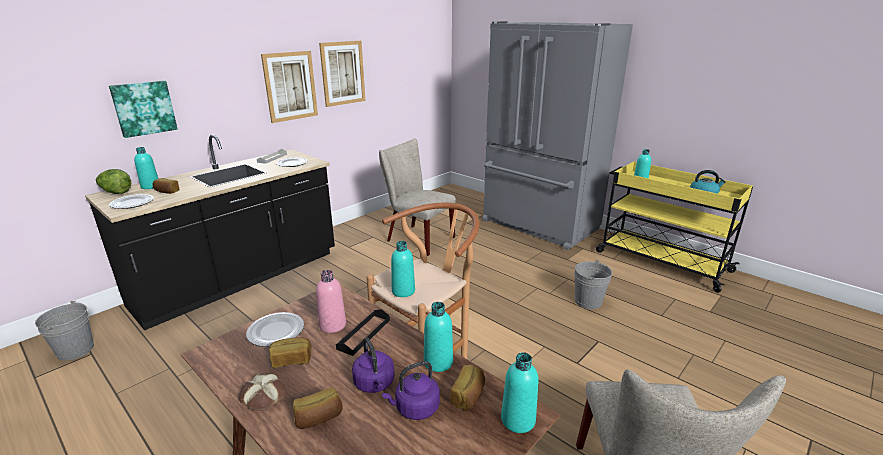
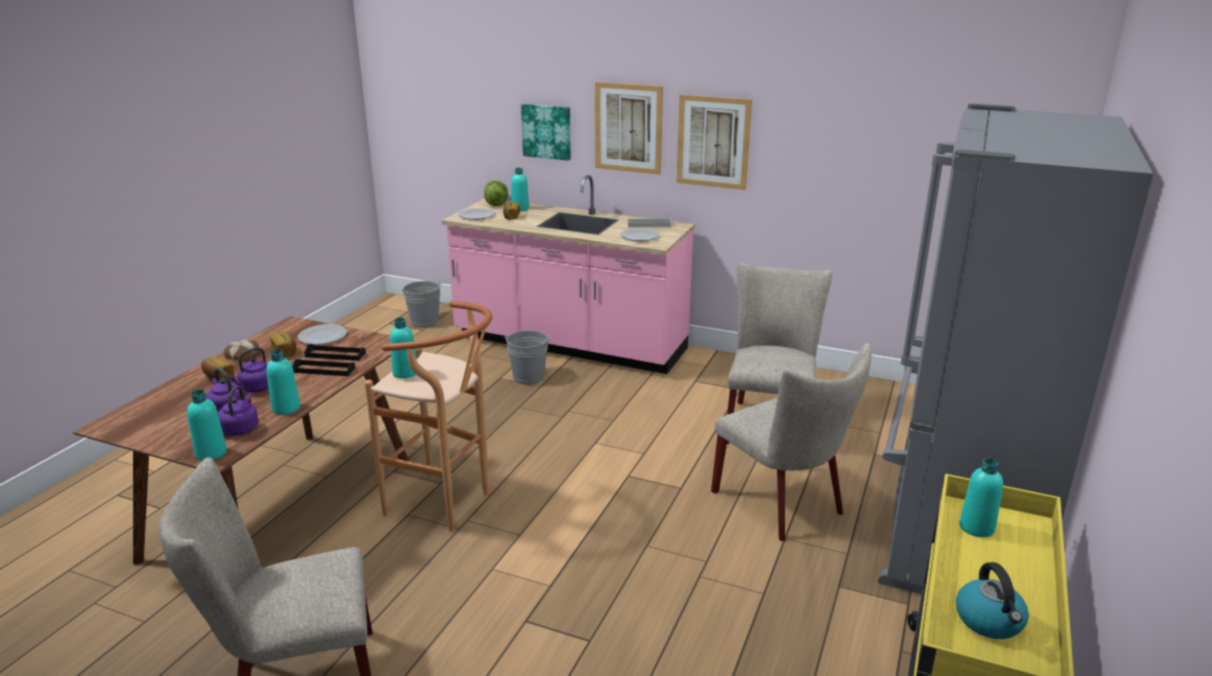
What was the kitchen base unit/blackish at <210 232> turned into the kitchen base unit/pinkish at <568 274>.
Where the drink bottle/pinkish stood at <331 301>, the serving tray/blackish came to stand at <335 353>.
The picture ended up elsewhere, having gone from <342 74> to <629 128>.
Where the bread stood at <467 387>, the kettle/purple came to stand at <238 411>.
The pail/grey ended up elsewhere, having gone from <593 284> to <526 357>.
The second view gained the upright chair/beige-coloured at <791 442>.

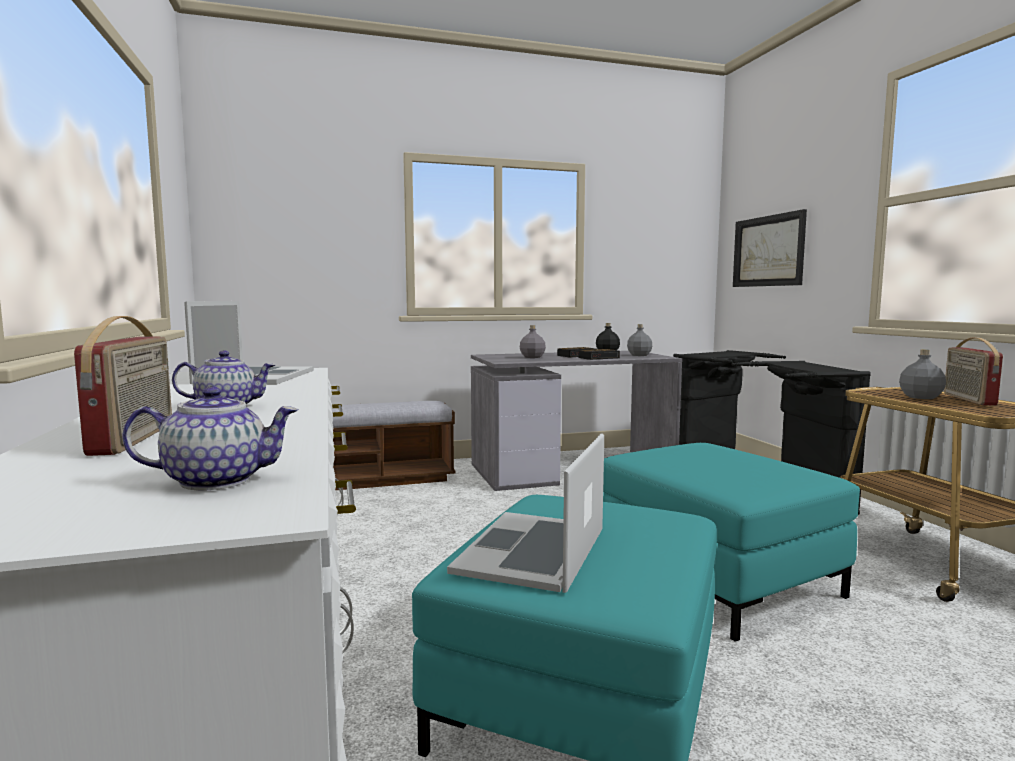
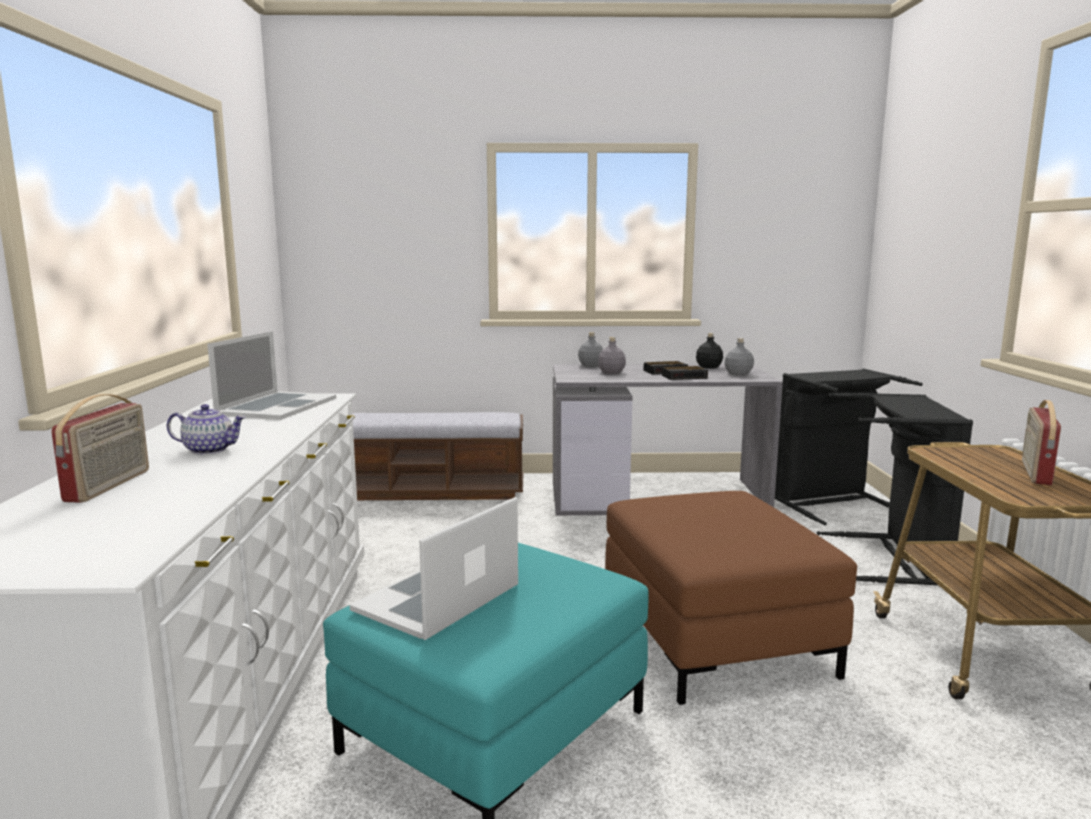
The second view lost the tea pot at <210 438>.
What was the ottoman/turquoise at <731 542> turned into the ottoman/brownish at <731 598>.
The second view lost the picture at <770 248>.
The drink bottle/grey ended up elsewhere, having gone from <922 374> to <590 349>.

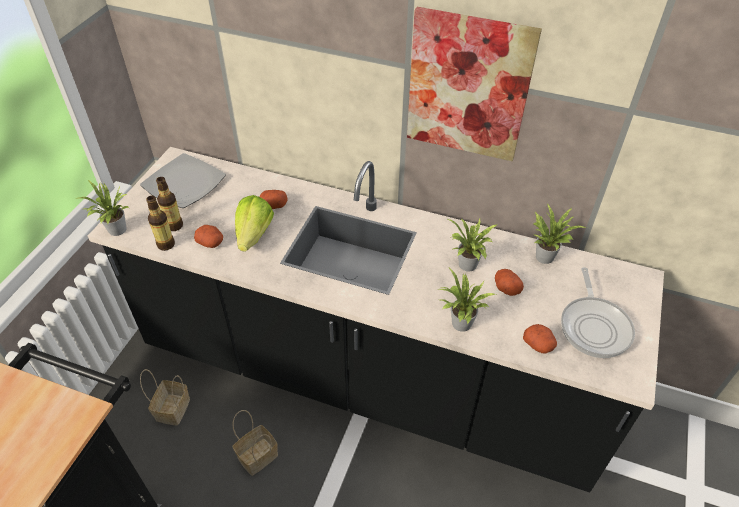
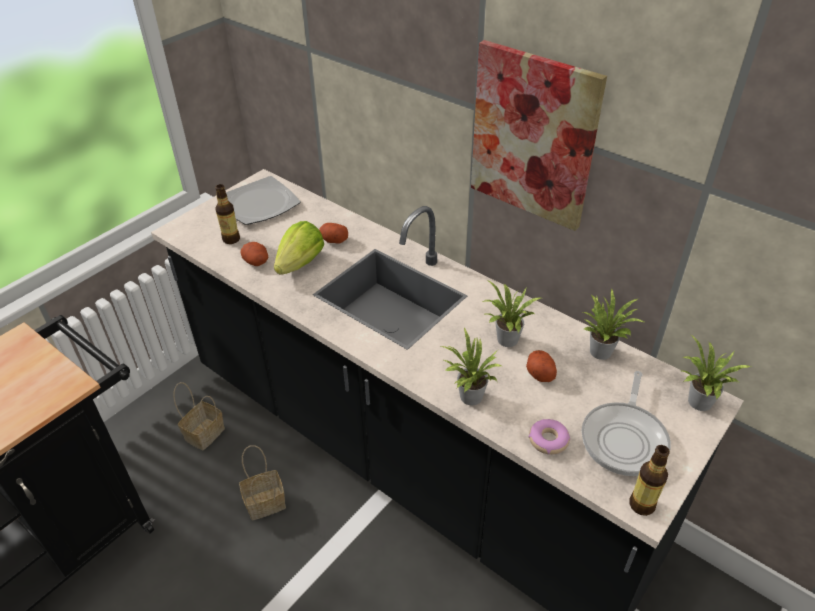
The potted plant ended up elsewhere, having gone from <101 208> to <716 373>.
The drink bottle ended up elsewhere, having gone from <160 223> to <649 480>.
Where the whole potato stood at <540 339>, the ring doughnut came to stand at <549 437>.

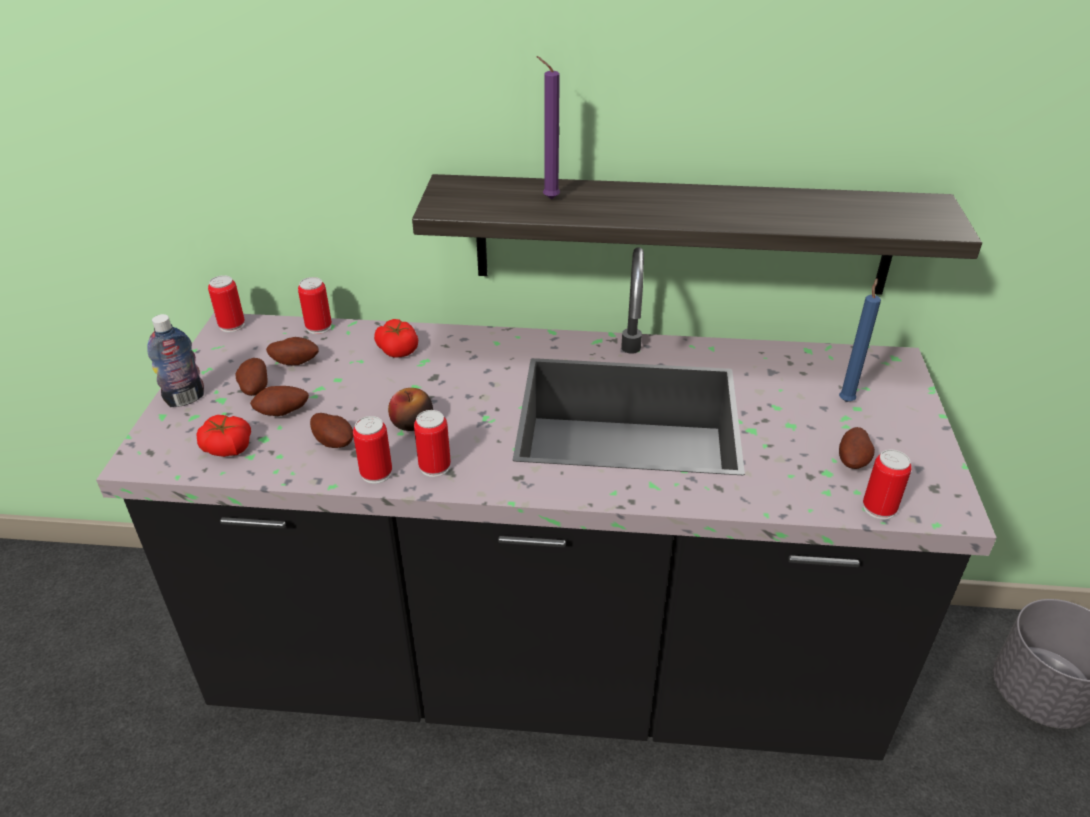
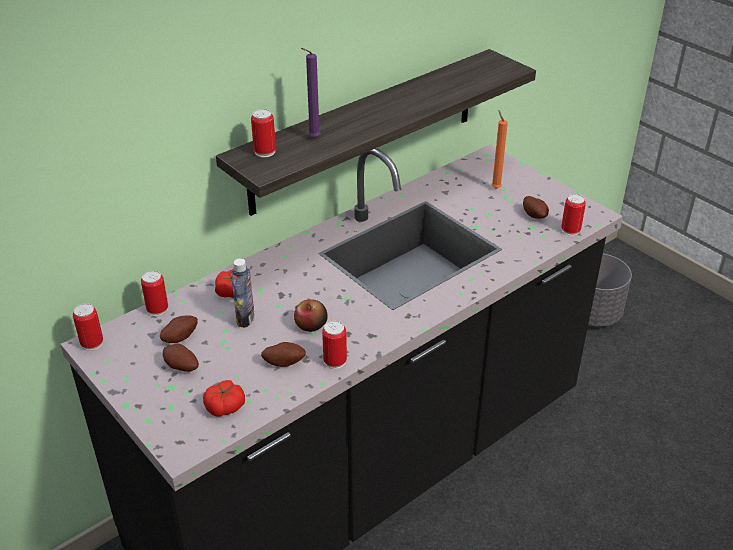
The drink bottle ended up elsewhere, having gone from <175 360> to <243 293>.
The second view lost the whole potato at <279 401>.
The sealed can ended up elsewhere, having gone from <432 443> to <263 133>.
What was the wax candle/blue-coloured at <860 340> turned into the wax candle/orangey at <499 149>.

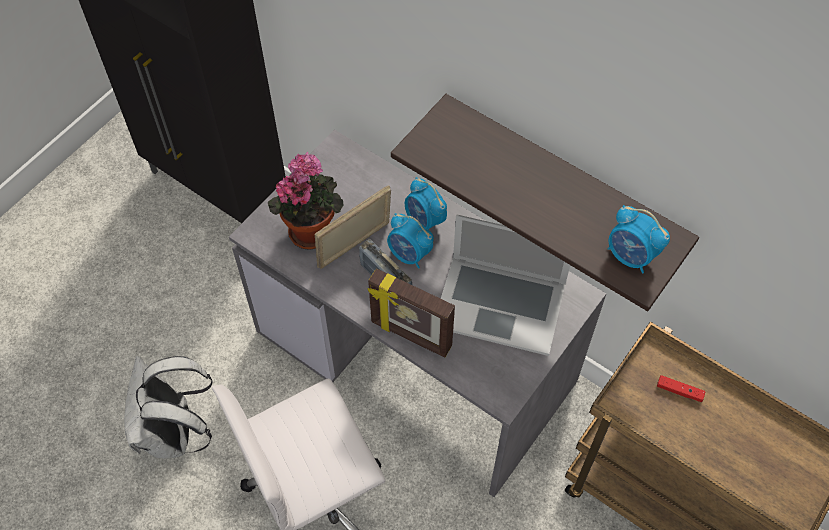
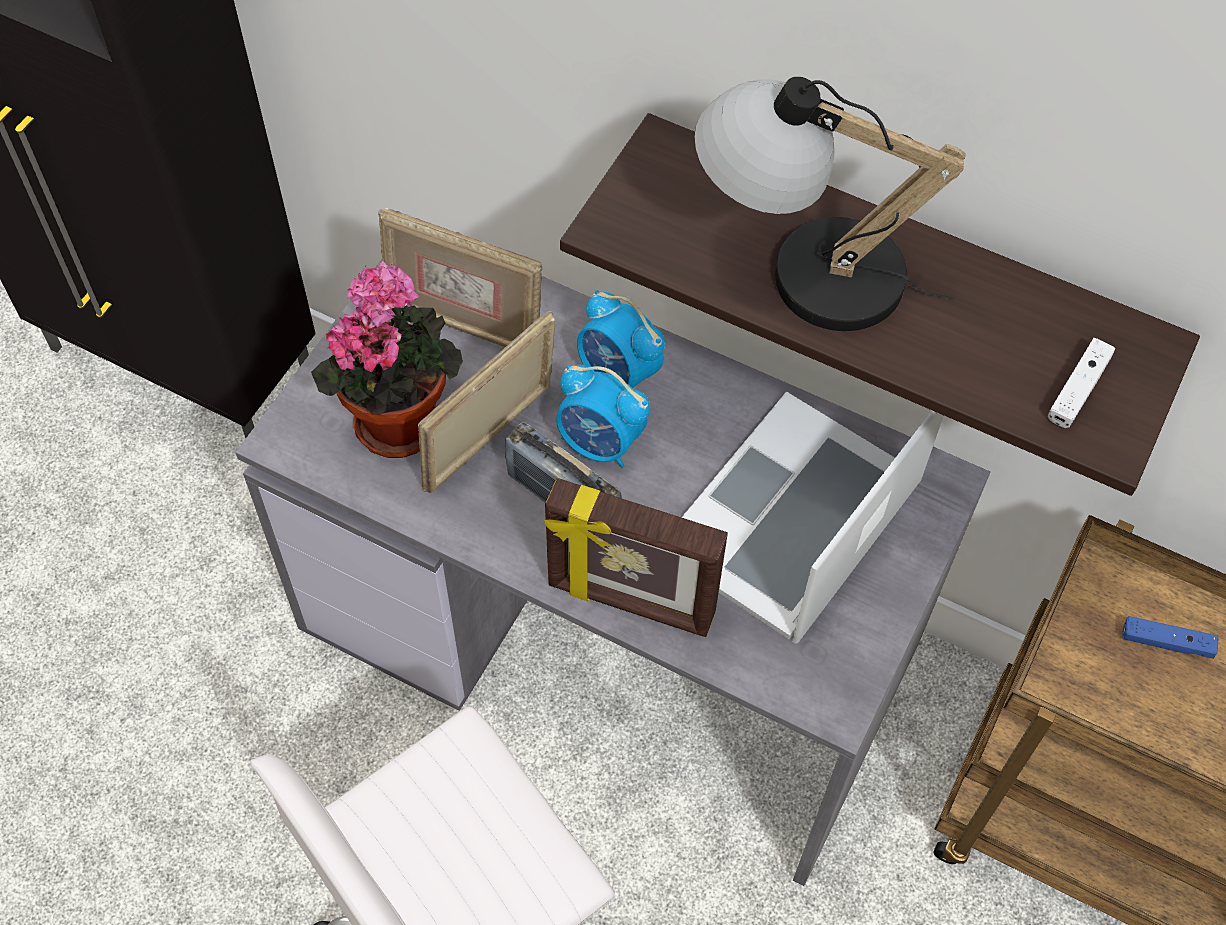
The second view lost the knapsack/white at <168 407>.
The laptop at <505 285> ended up facing another way, 120 degrees clockwise from before.
Where the bedside clock stood at <638 239>, the joypad/white came to stand at <1082 383>.
What was the joypad/reddish at <681 388> turned into the joypad/blue-coloured at <1170 637>.
The second view gained the picture frame at <460 277>.
The second view gained the tabletop lamp at <829 204>.

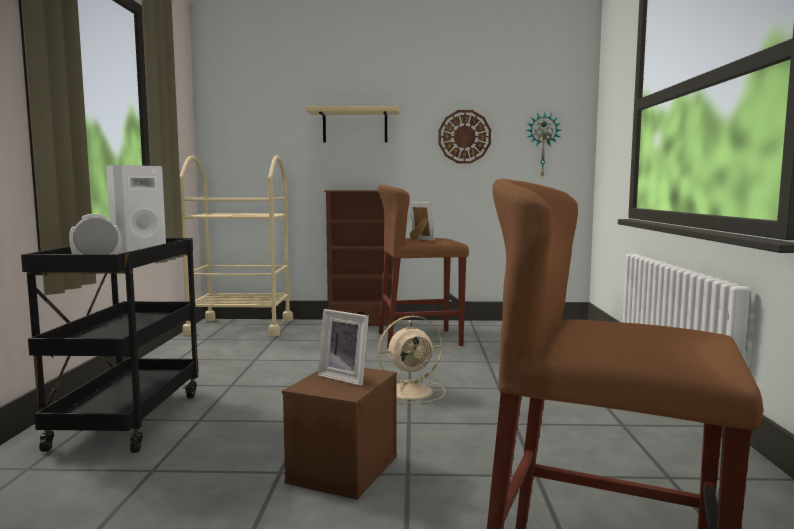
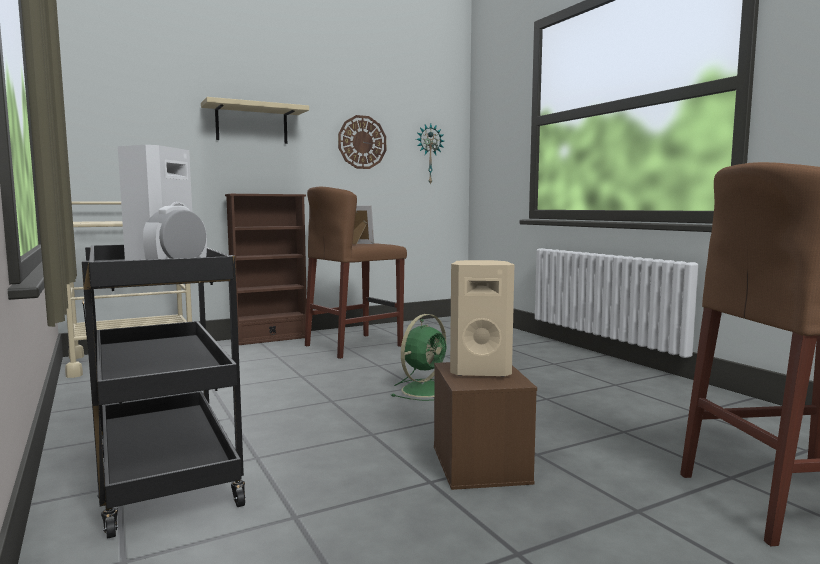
Where the picture frame stood at <343 347>, the audio speaker/beige-coloured came to stand at <482 318>.
What was the electric fan/beige-coloured at <411 359> turned into the electric fan/greenish at <419 357>.

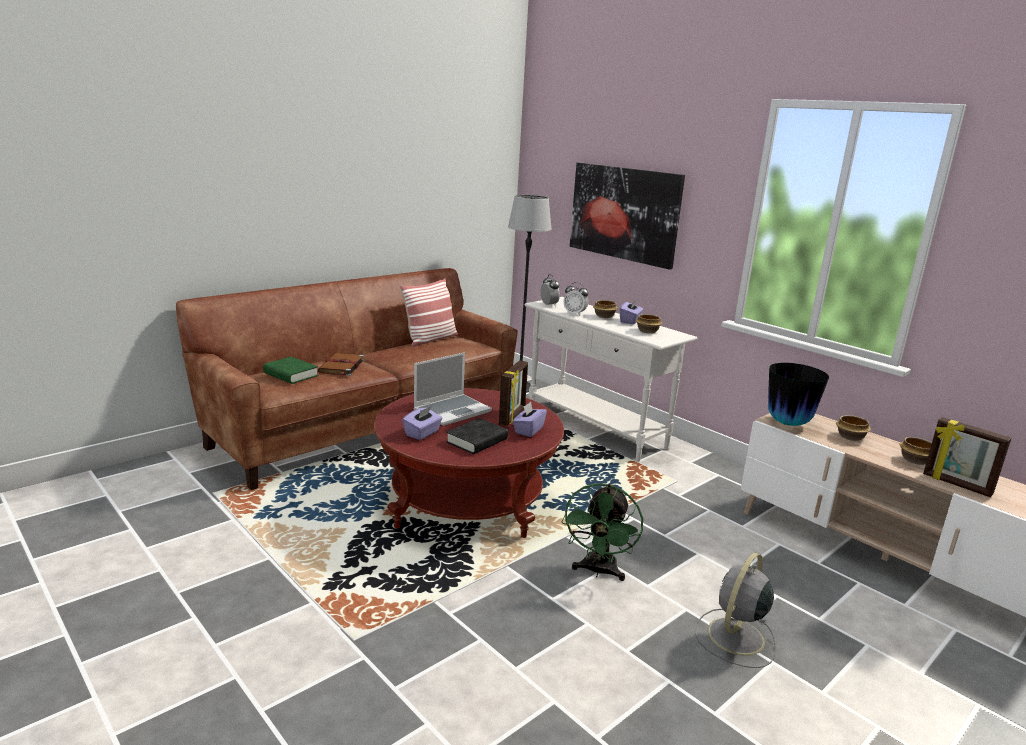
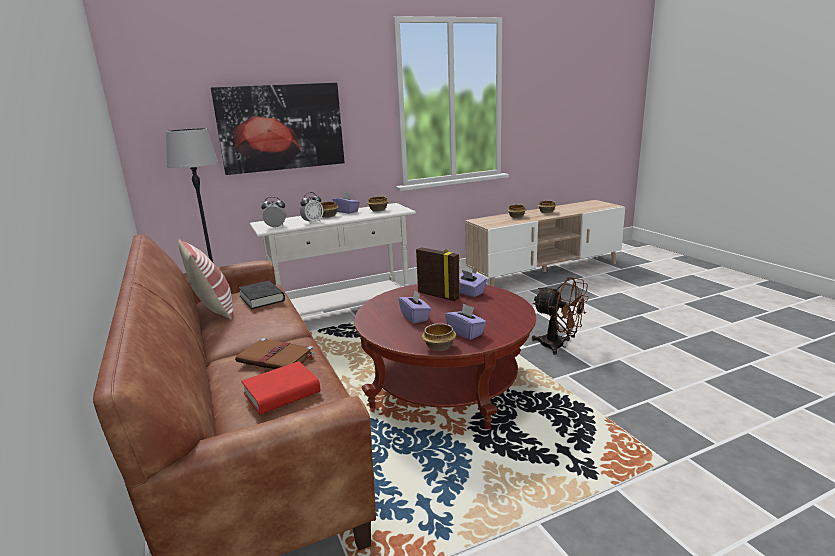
What was the volume/greenish at <290 370> turned into the volume/reddish at <280 388>.
Where the laptop stood at <452 389>, the tissue holder/purple came to stand at <415 307>.
The volume/blackish ended up elsewhere, having gone from <477 436> to <261 295>.
What was the electric fan/greenish at <602 532> turned into the electric fan/brownish at <560 316>.
The second view lost the electric fan/grey at <735 610>.
The second view lost the decorative vase at <798 394>.
The second view lost the picture frame at <967 457>.
The second view gained the deep dish at <439 337>.

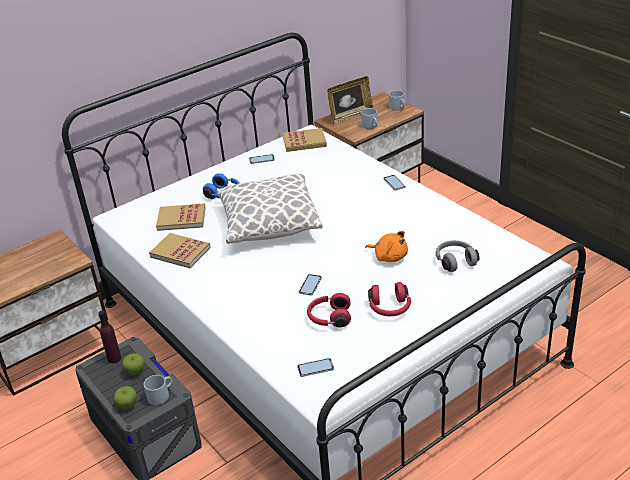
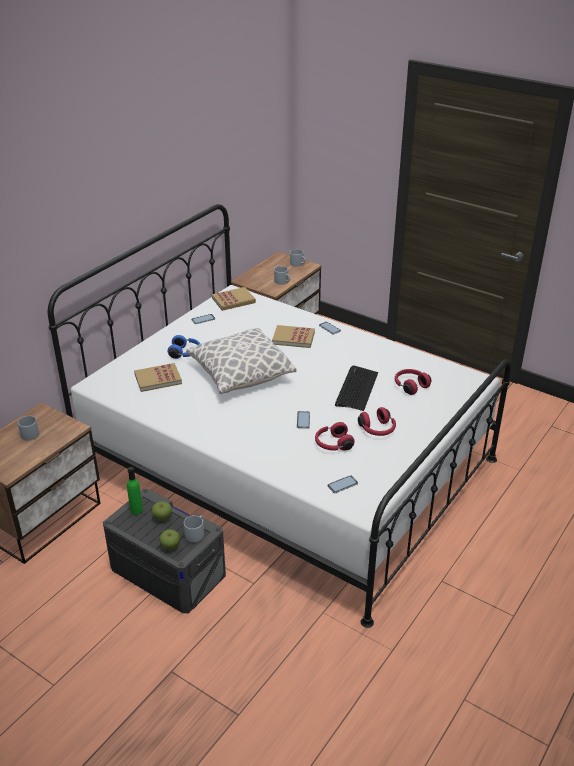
What was the drink bottle/purple at <109 337> turned into the drink bottle/greenish at <135 490>.
The volume ended up elsewhere, having gone from <180 250> to <293 336>.
The second view lost the picture frame at <350 100>.
Where the soft toy/orangey stood at <386 246>, the PC keyboard came to stand at <356 388>.
What was the headset/grey at <458 256> turned into the headset/reddish at <413 382>.
The second view gained the coffee mug/grey at <28 428>.

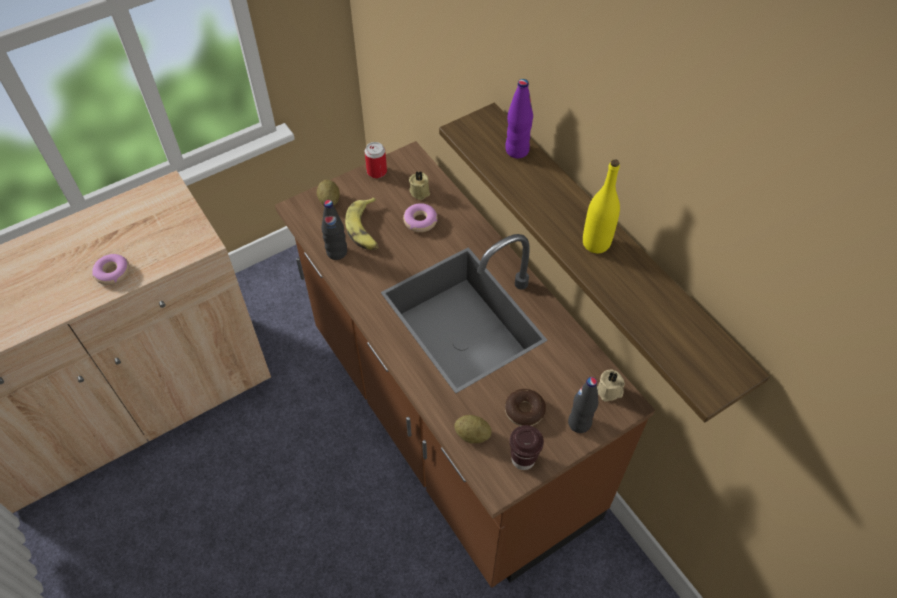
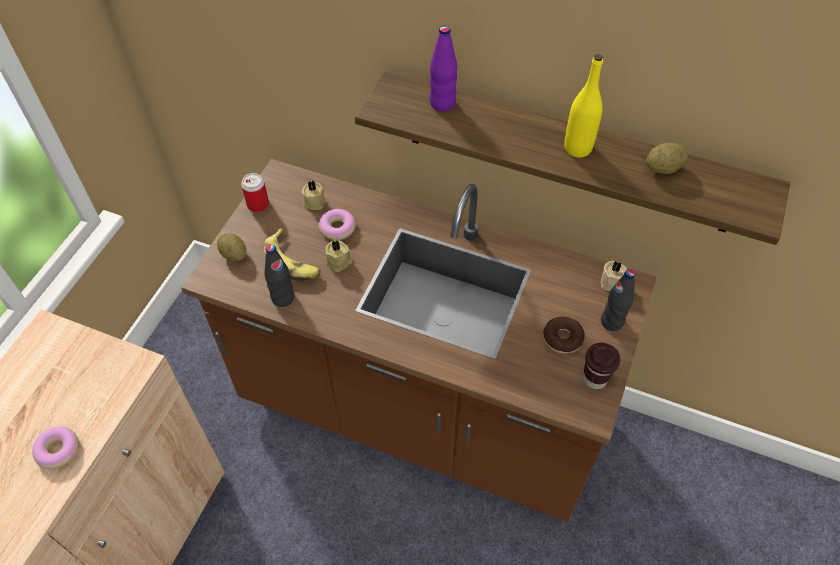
The whole potato ended up elsewhere, having gone from <473 429> to <667 158>.
The second view gained the wax candle/beige-coloured at <338 256>.

